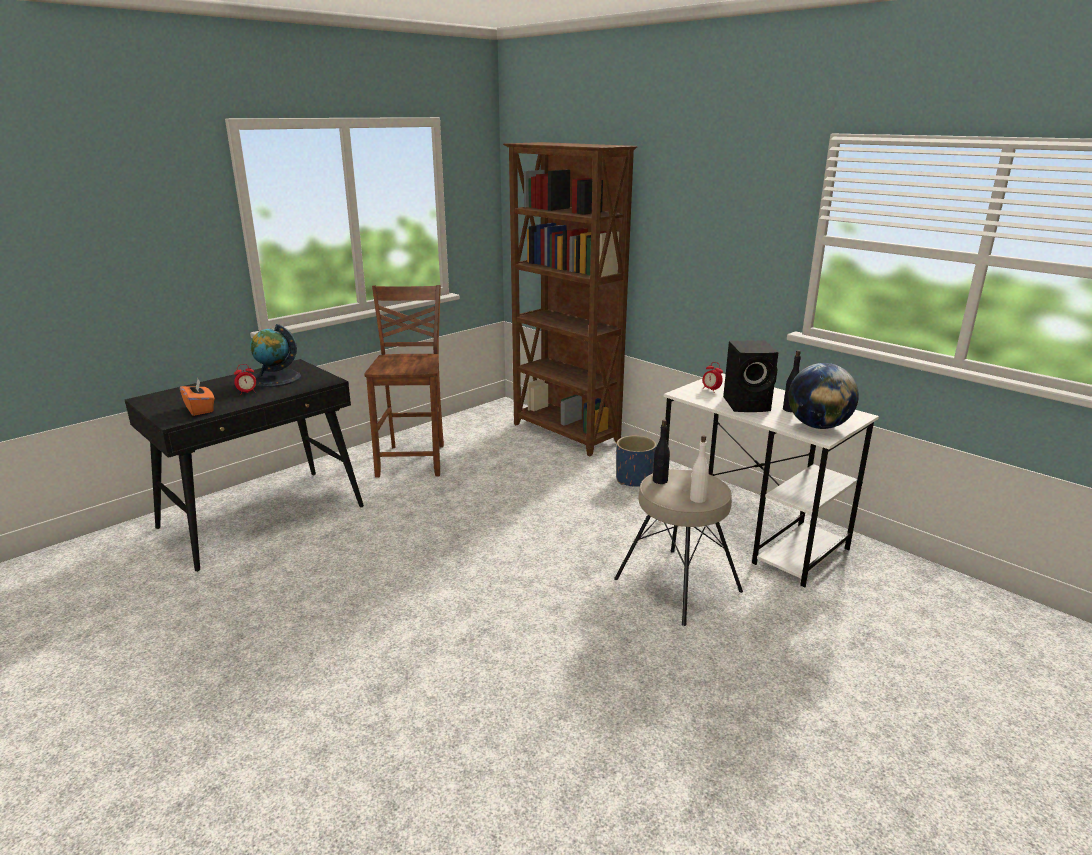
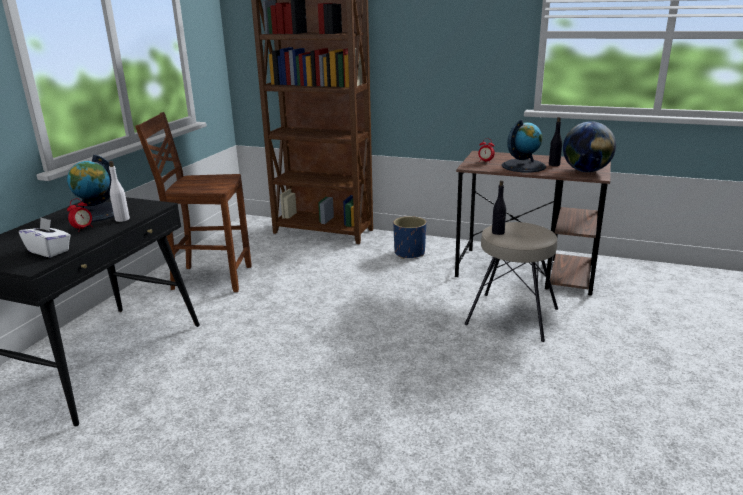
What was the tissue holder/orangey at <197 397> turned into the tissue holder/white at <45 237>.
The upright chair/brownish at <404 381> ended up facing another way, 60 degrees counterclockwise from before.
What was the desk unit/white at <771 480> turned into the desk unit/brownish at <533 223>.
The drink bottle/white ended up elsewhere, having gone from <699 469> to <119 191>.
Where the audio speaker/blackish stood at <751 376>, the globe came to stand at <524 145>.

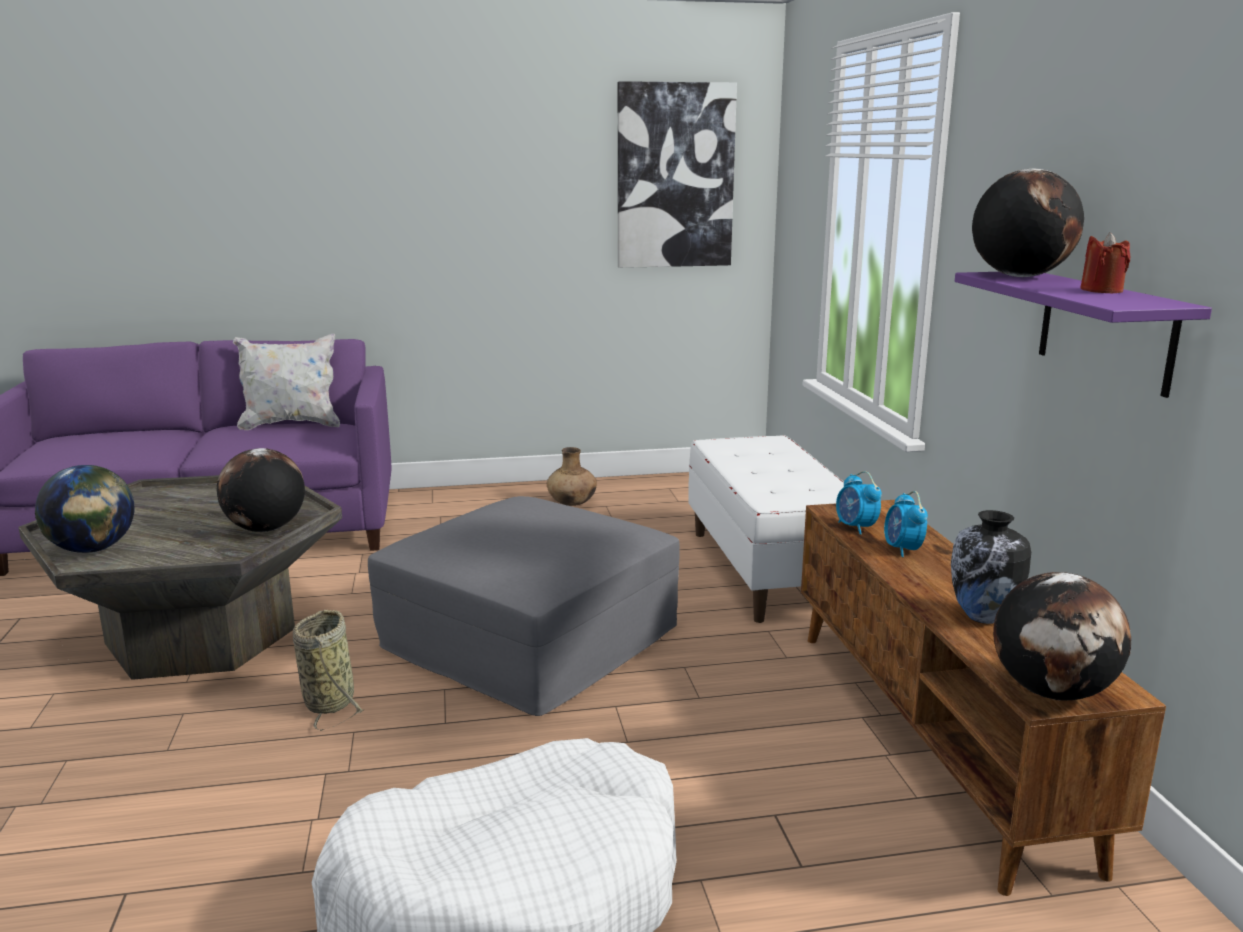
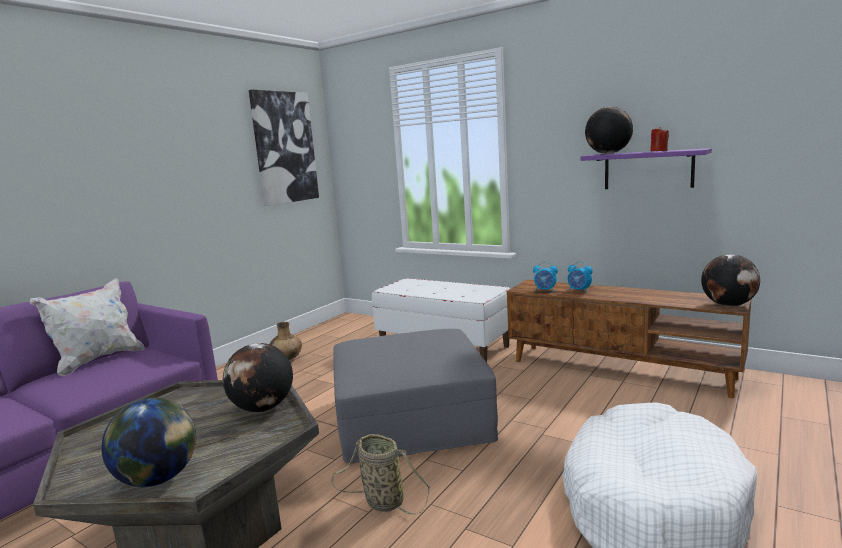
The second view lost the decorative vase at <991 567>.

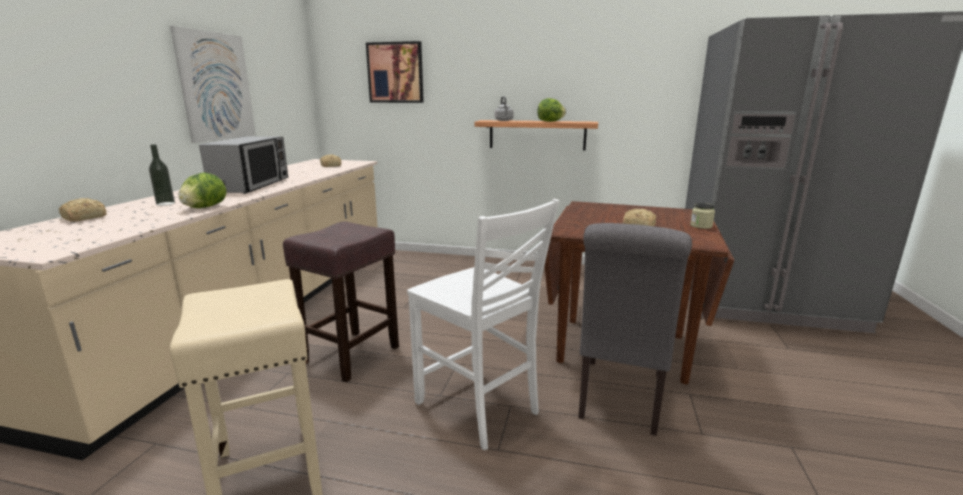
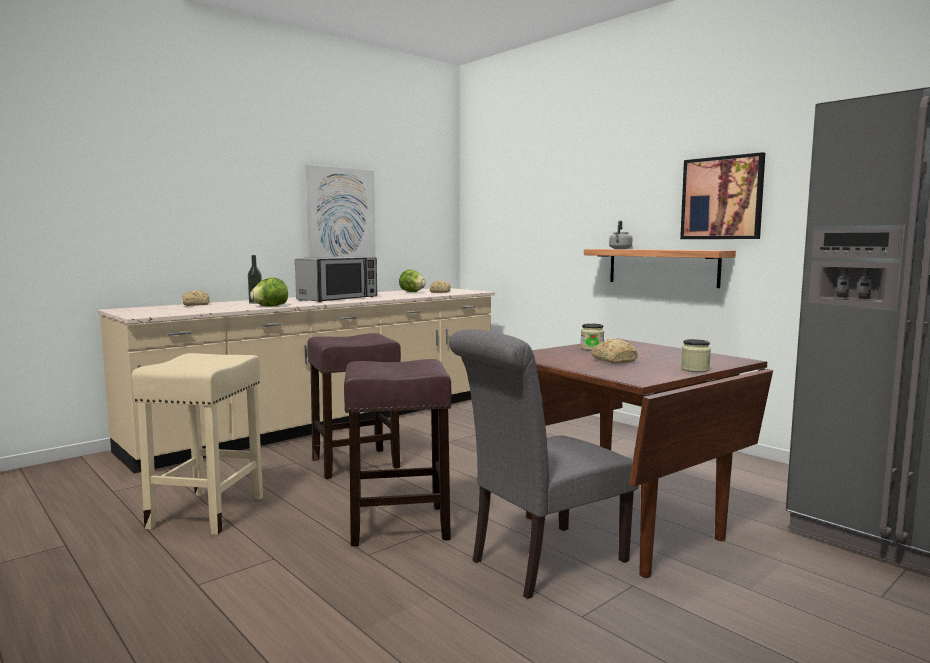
The picture ended up elsewhere, having gone from <395 72> to <722 195>.
Where the upright chair/white stood at <483 324>, the sitting stool/brownish came to stand at <397 452>.
The head of lettuce ended up elsewhere, having gone from <551 110> to <412 281>.
The second view gained the preserve jar at <592 337>.

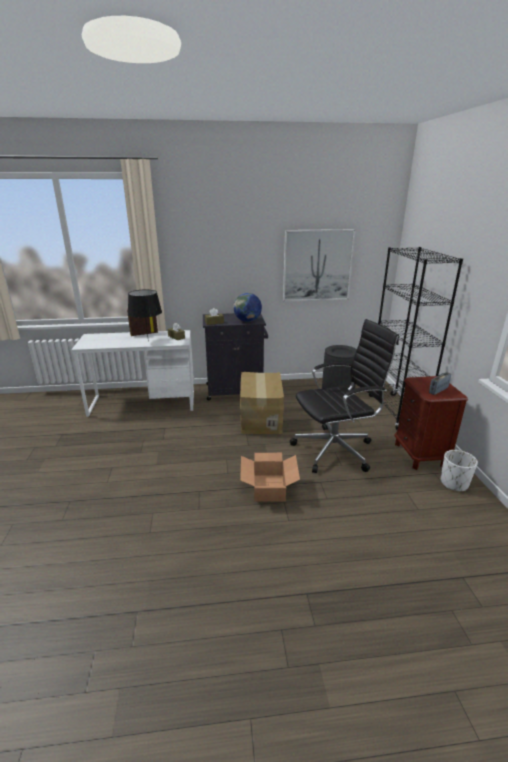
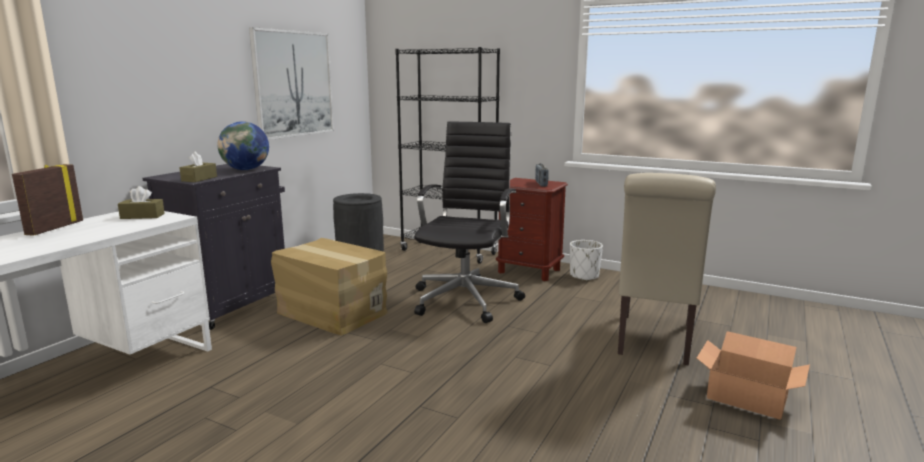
The second view lost the tabletop lamp/blackish at <145 315>.
The carton ended up elsewhere, having gone from <270 477> to <753 375>.
The second view gained the upright chair/beige-coloured at <667 269>.

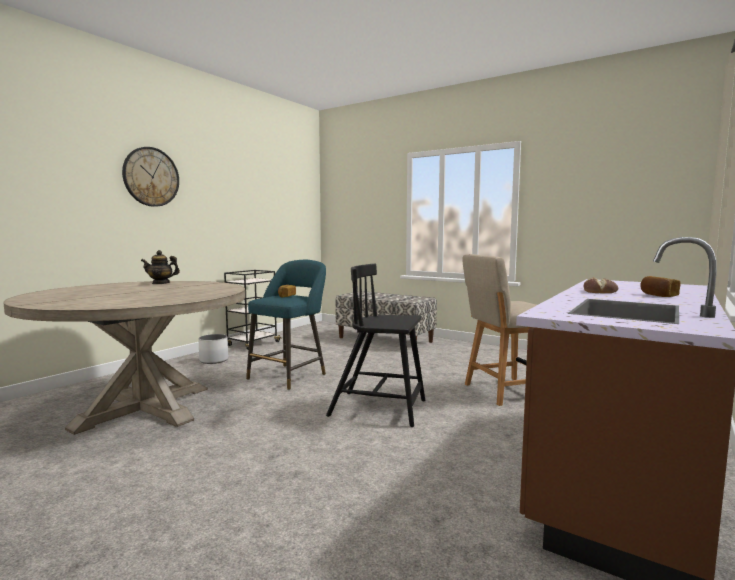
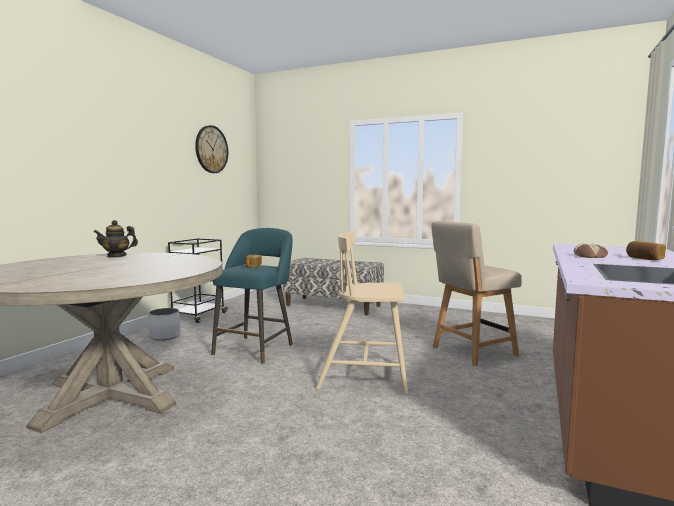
The clock on the wall ended up elsewhere, having gone from <150 177> to <211 149>.
What was the upright chair/blackish at <375 345> turned into the upright chair/beige-coloured at <362 313>.

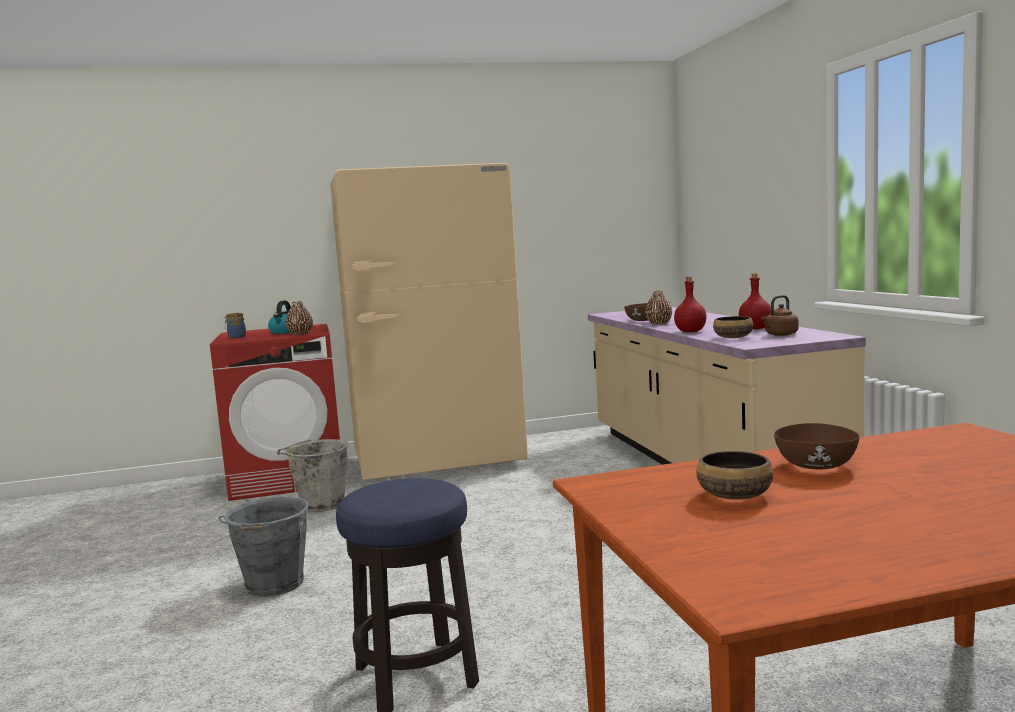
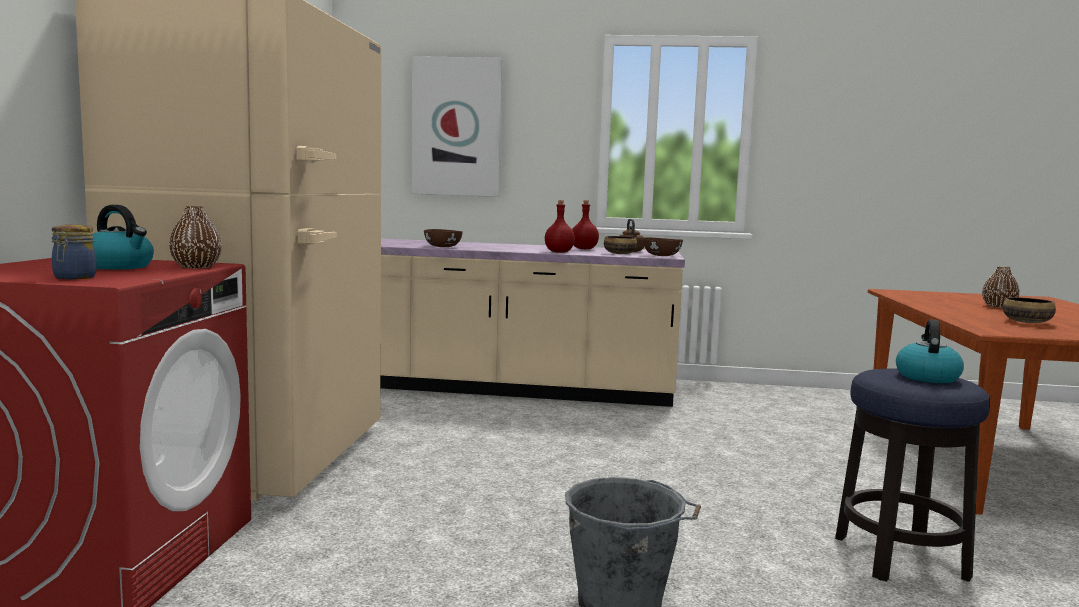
The second view lost the pail/grey at <313 475>.
The decorative vase/brownish ended up elsewhere, having gone from <658 307> to <1001 287>.
The deep dish/brownish ended up elsewhere, having gone from <817 446> to <663 246>.
The second view gained the picture at <457 126>.
The second view gained the kettle at <930 351>.

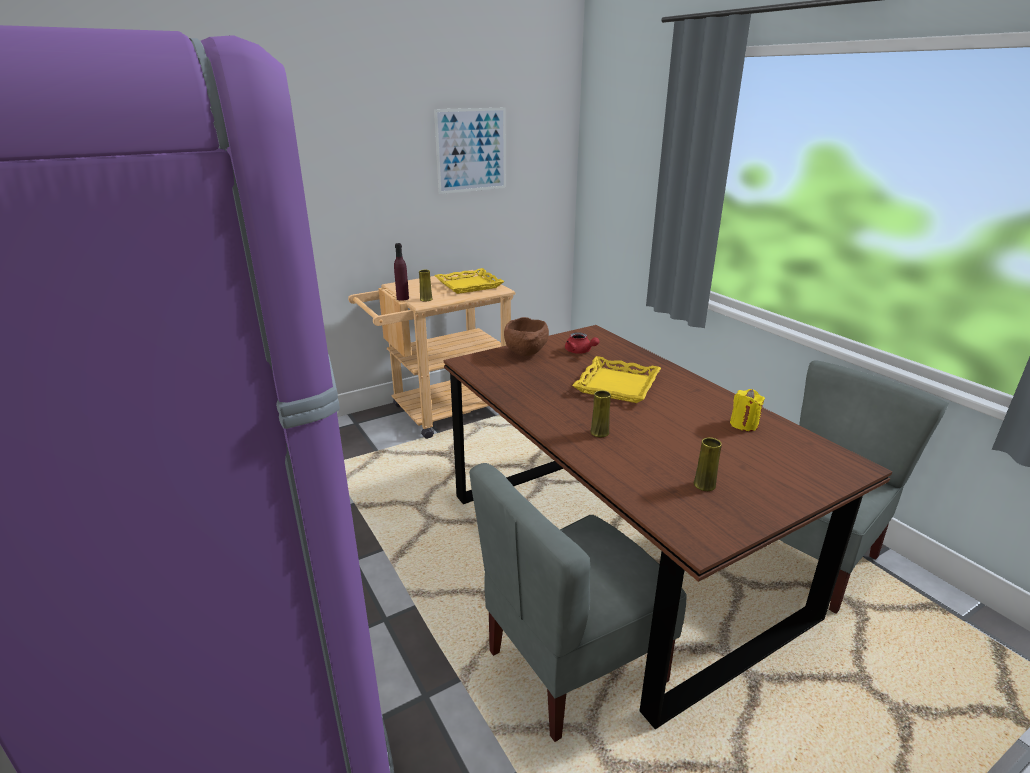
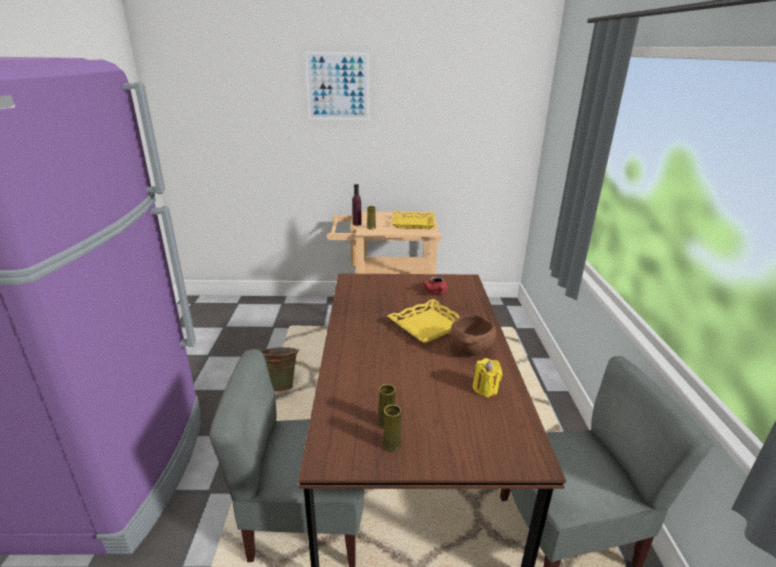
The picture ended up elsewhere, having gone from <470 151> to <337 86>.
The deep dish/brownish ended up elsewhere, having gone from <526 336> to <473 335>.
The decorative vase/yellow ended up elsewhere, having gone from <600 413> to <391 428>.
The second view gained the pail/greenish at <279 369>.

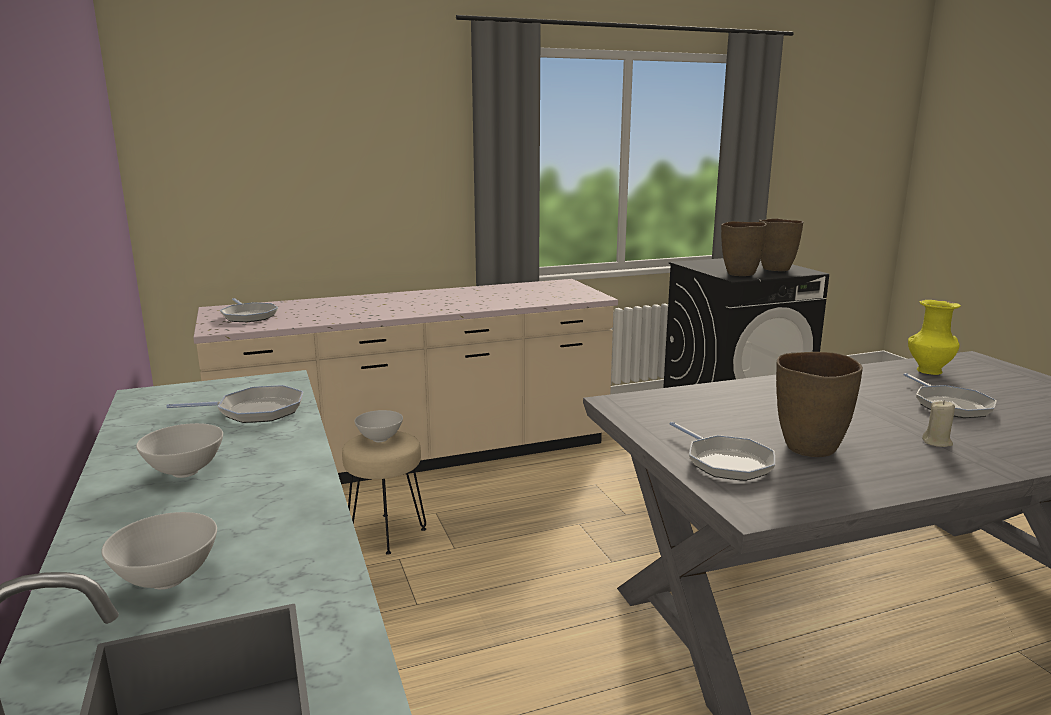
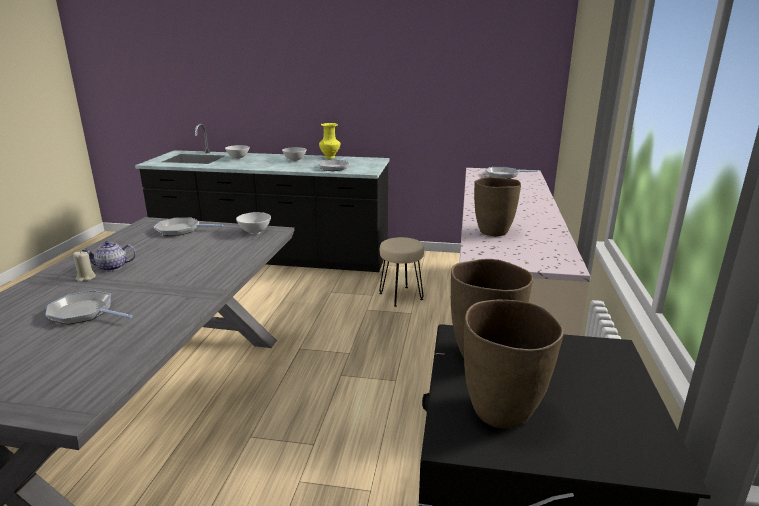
The deep dish/white ended up elsewhere, having gone from <378 426> to <253 223>.
The decorative vase/brownish ended up elsewhere, having gone from <819 404> to <497 206>.
The decorative vase/yellow ended up elsewhere, having gone from <934 337> to <329 141>.
The second view gained the tea pot at <109 256>.

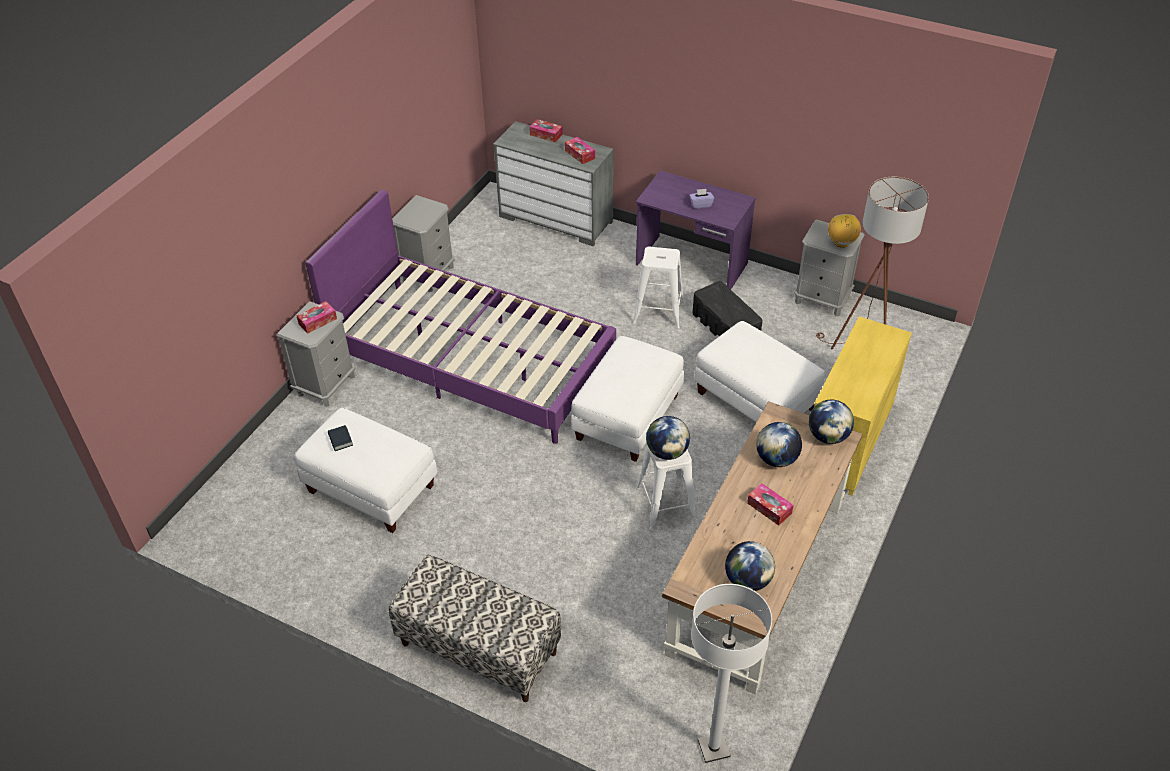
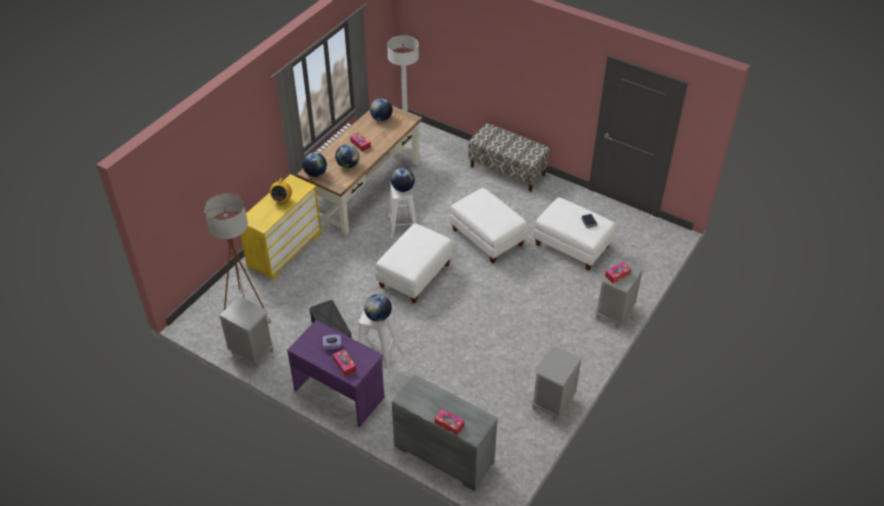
The second view lost the bed/purple at <461 317>.
The tissue holder ended up elsewhere, having gone from <580 150> to <344 362>.
The ottoman/white ended up elsewhere, having gone from <759 371> to <488 226>.
The radio set ended up elsewhere, having gone from <844 231> to <281 191>.
The second view gained the globe at <378 308>.

